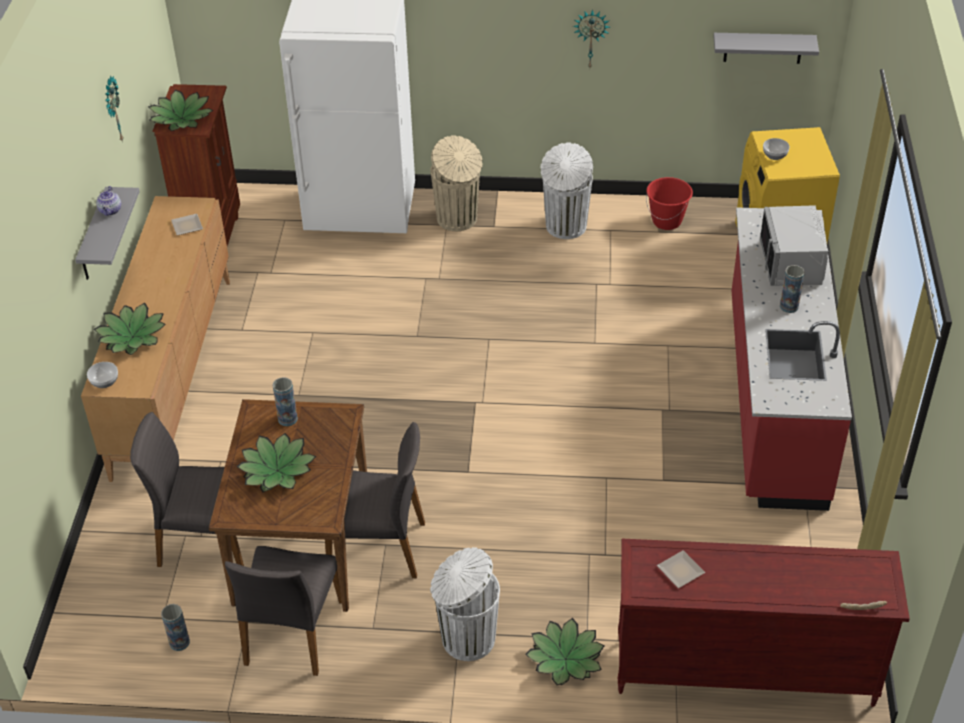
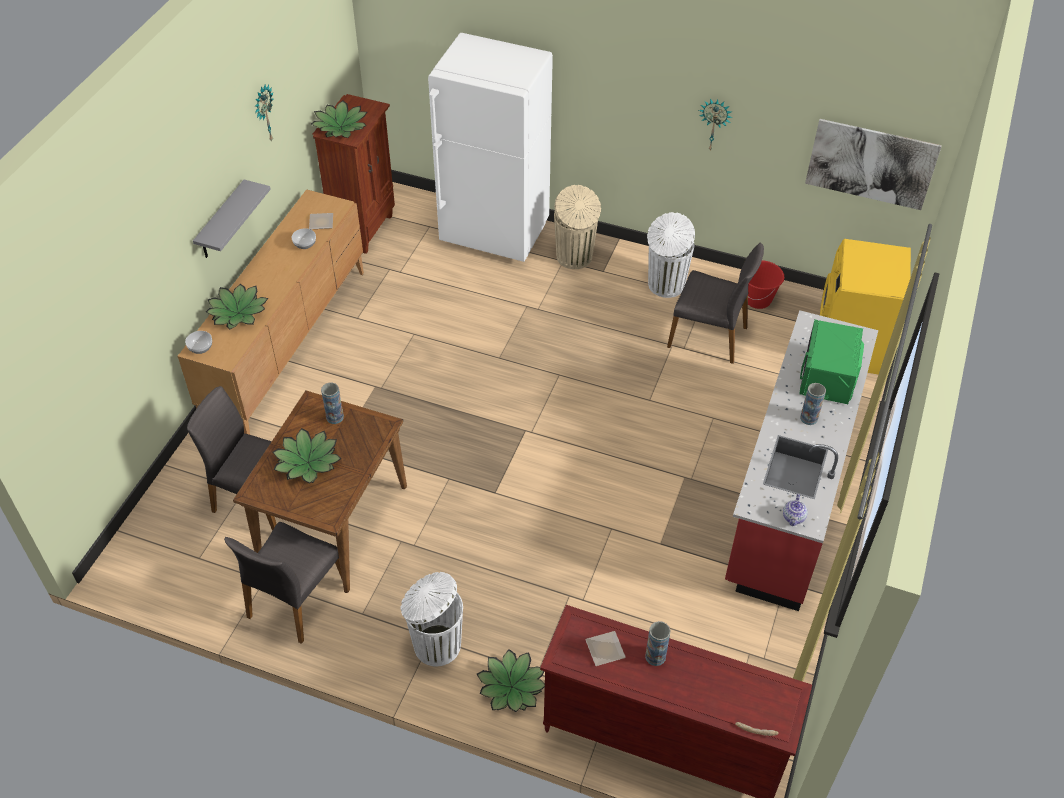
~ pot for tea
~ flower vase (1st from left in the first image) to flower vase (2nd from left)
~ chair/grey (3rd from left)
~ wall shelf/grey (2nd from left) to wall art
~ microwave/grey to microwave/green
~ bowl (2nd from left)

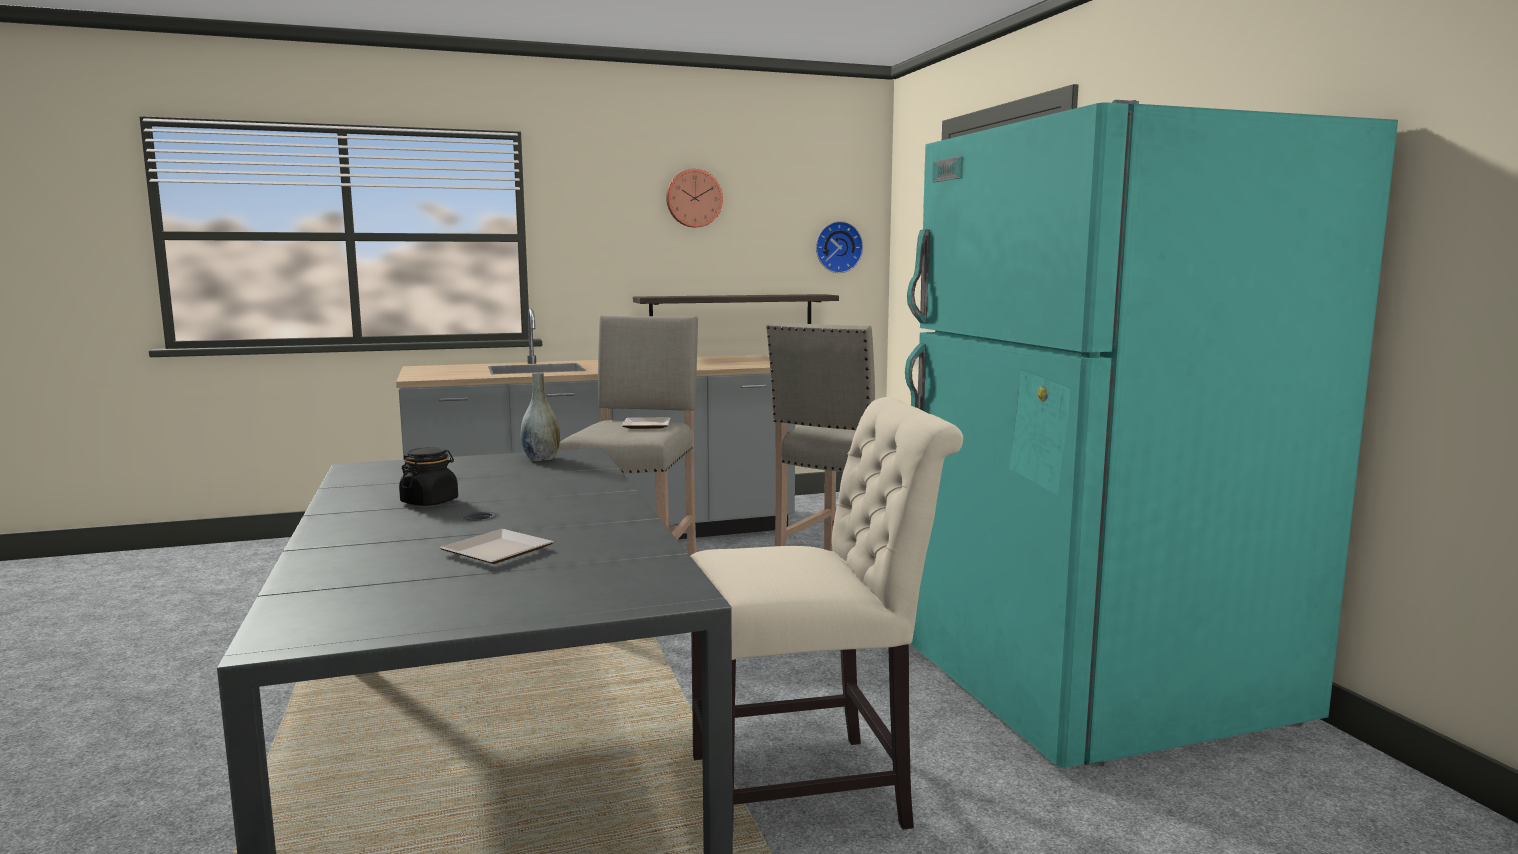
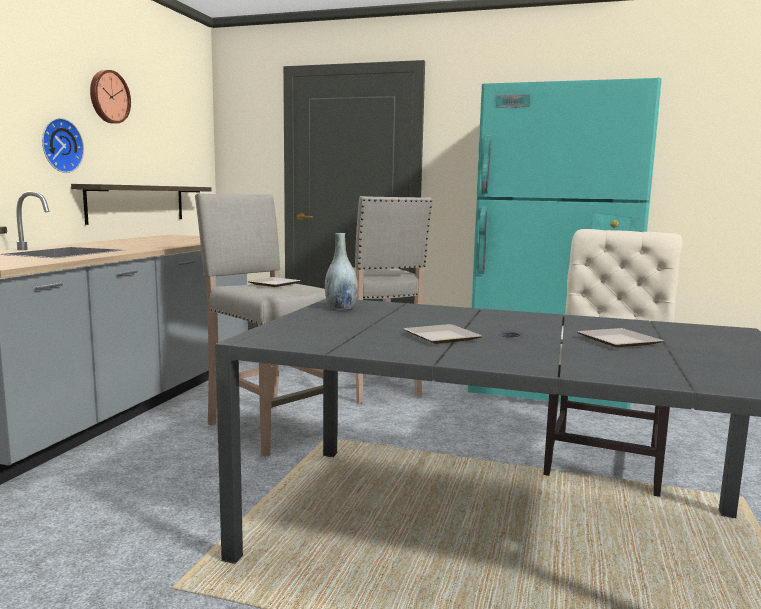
~ preserve jar/black to flat dish (2nd from left)
~ wall clock (2nd from left in the first image) to wall clock (1st from left)

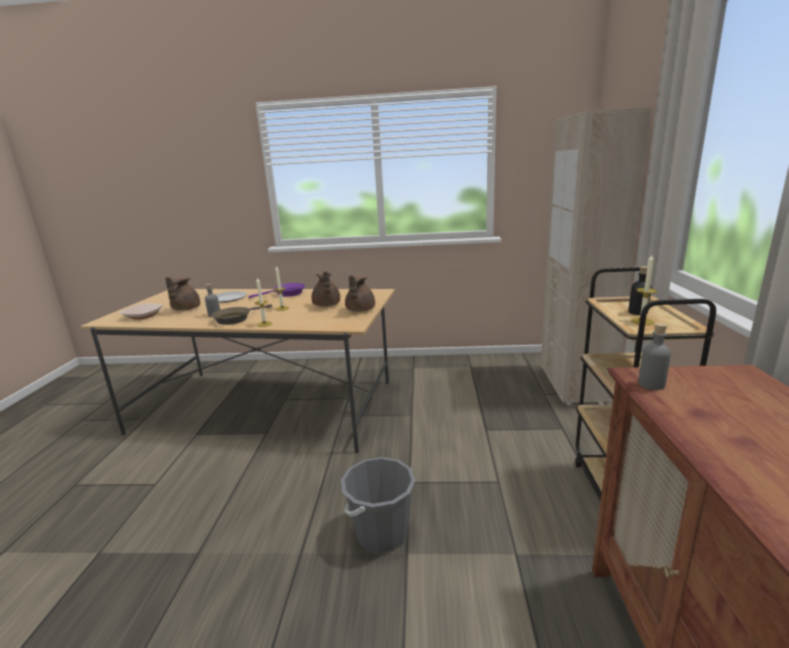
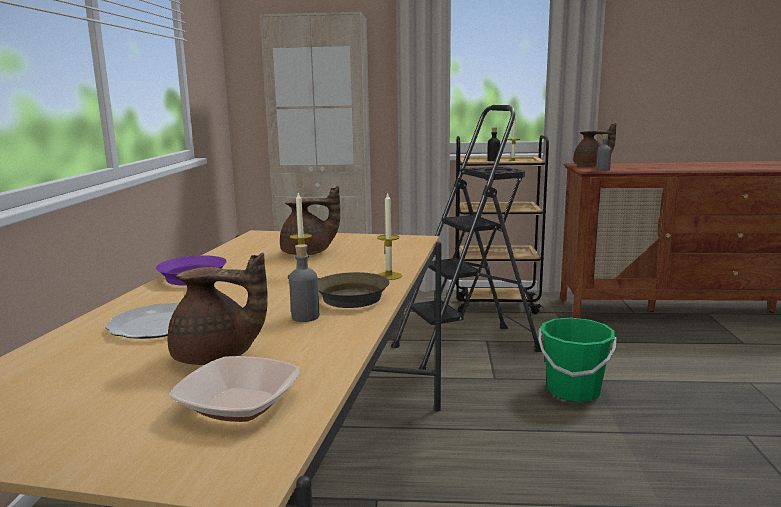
~ pail/grey to pail/green
~ pot for tea/brown (3rd from left)
+ step ladder

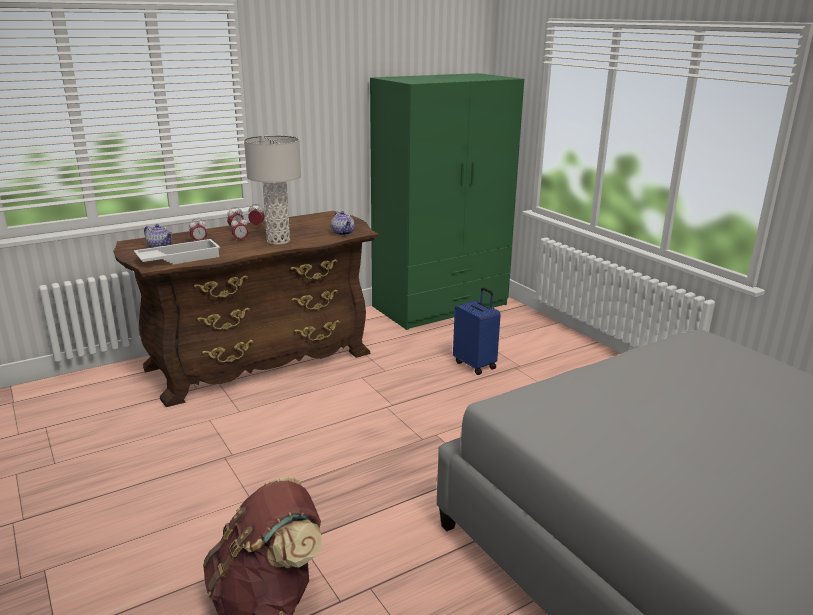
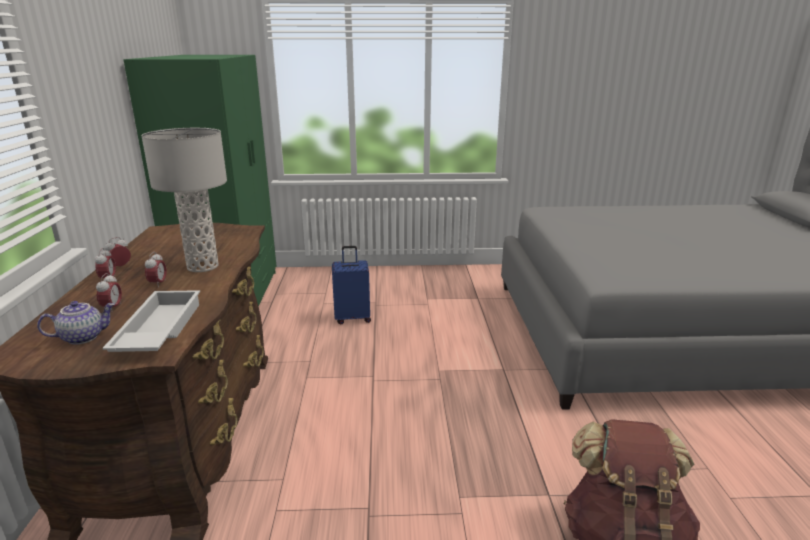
- pot for tea (2nd from left)

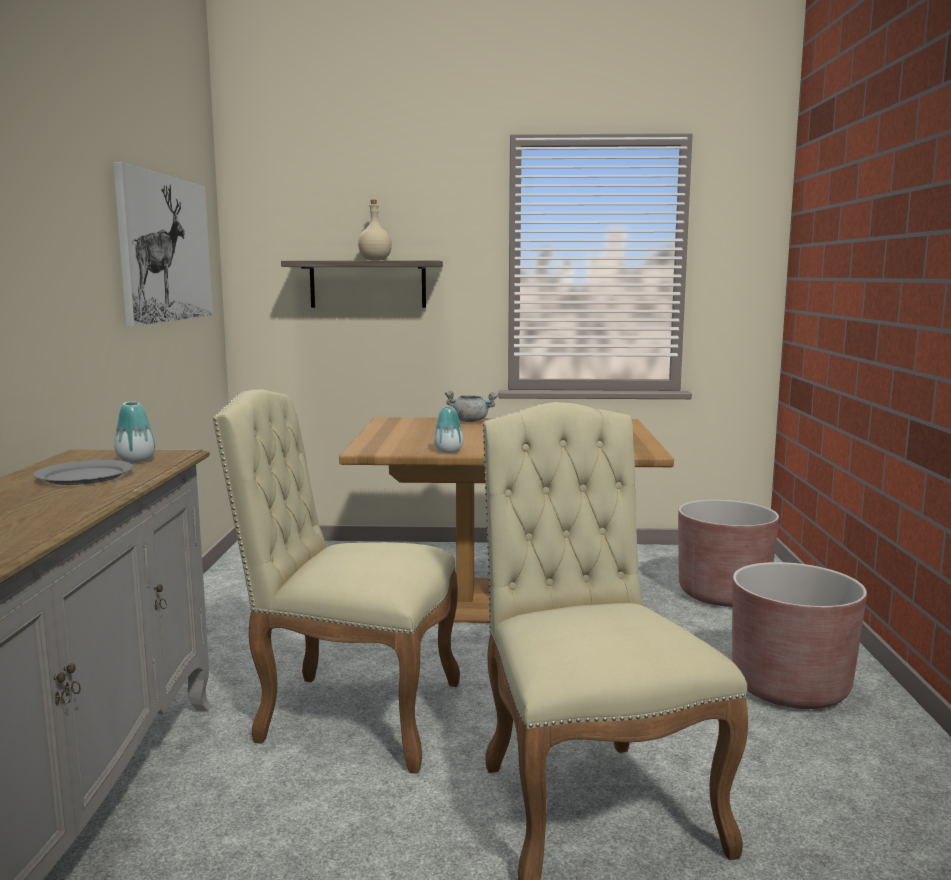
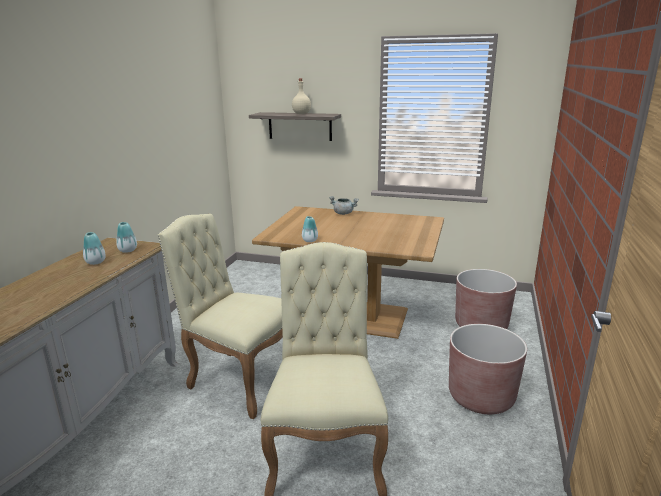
~ flat dish/grey to flower vase (1st from left)
- wall art

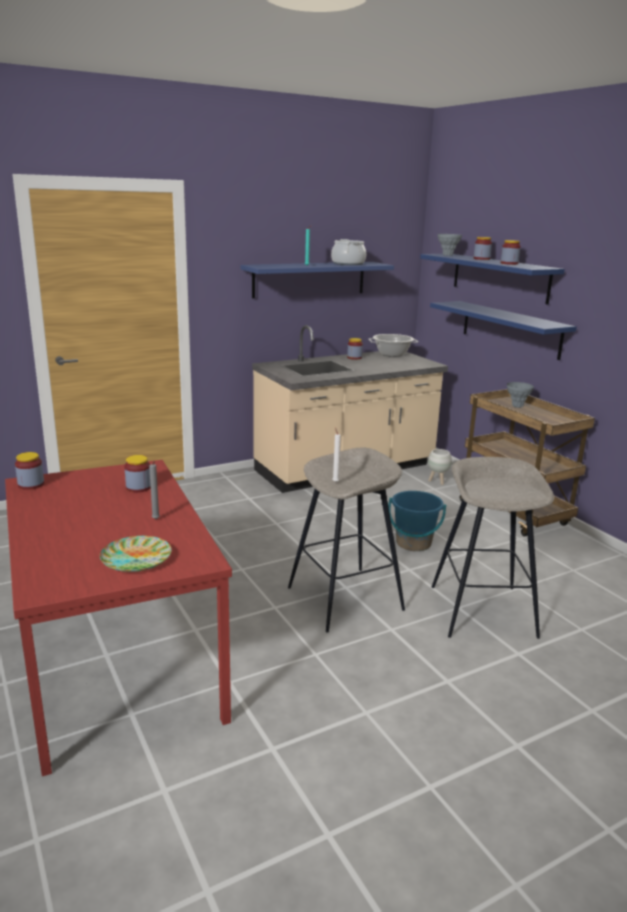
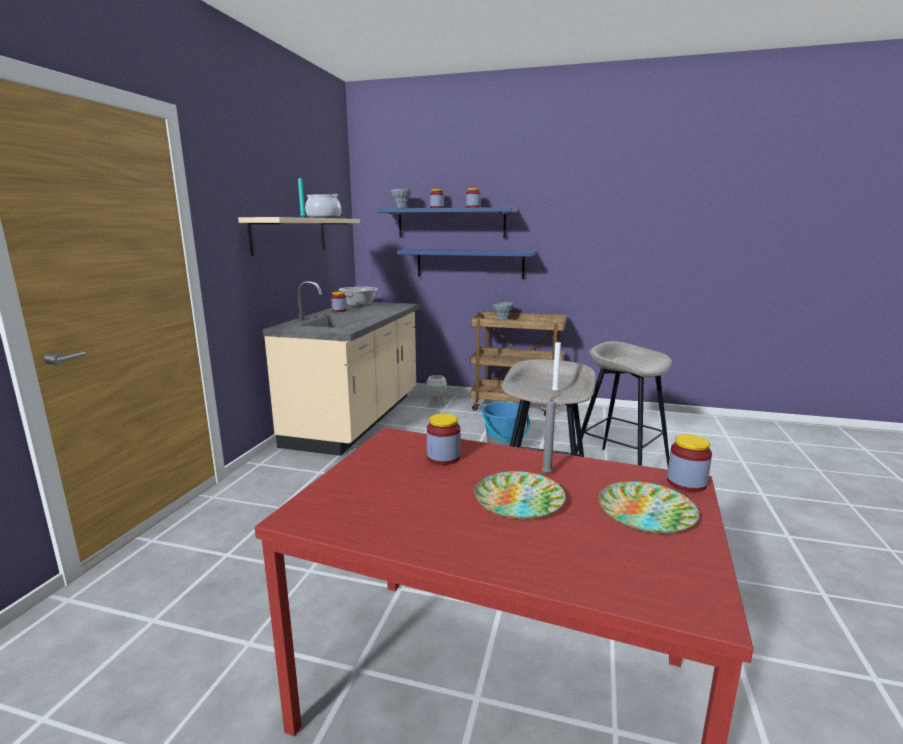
~ preserve jar (1st from left in the first image) to preserve jar (5th from left)
~ wall shelf/blue-coloured (1st from left) to wall shelf/beige-coloured
+ flat dish (1st from left)

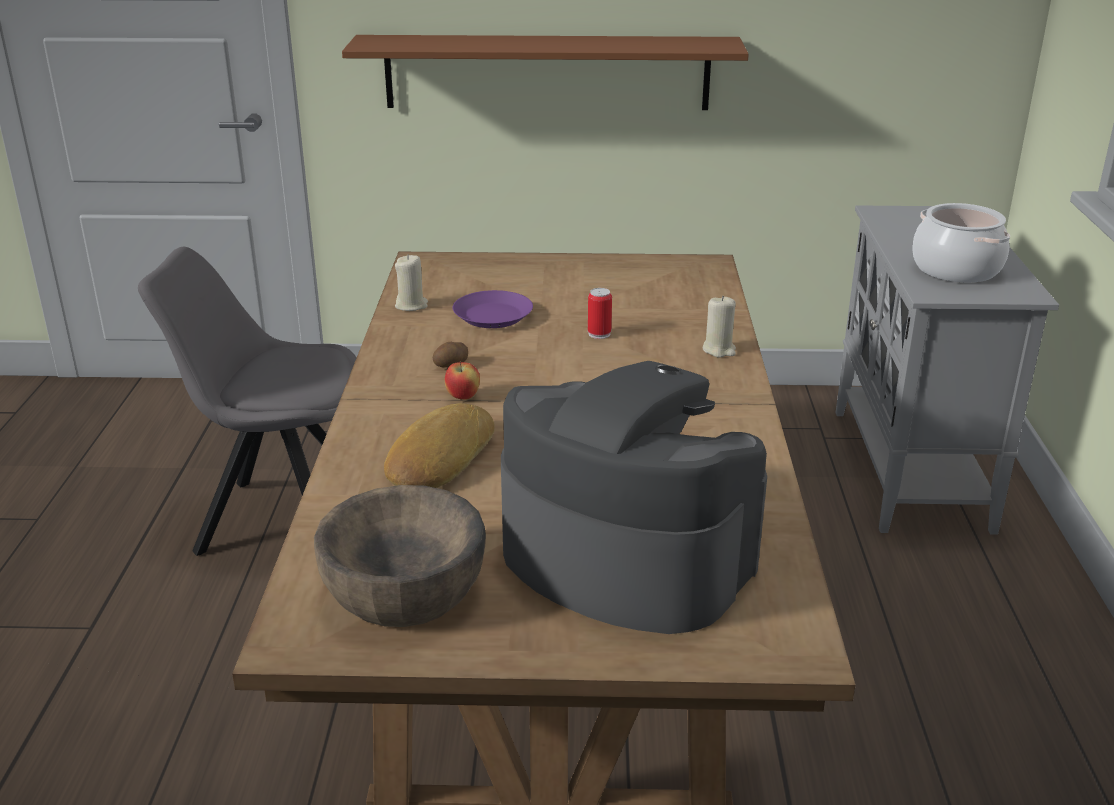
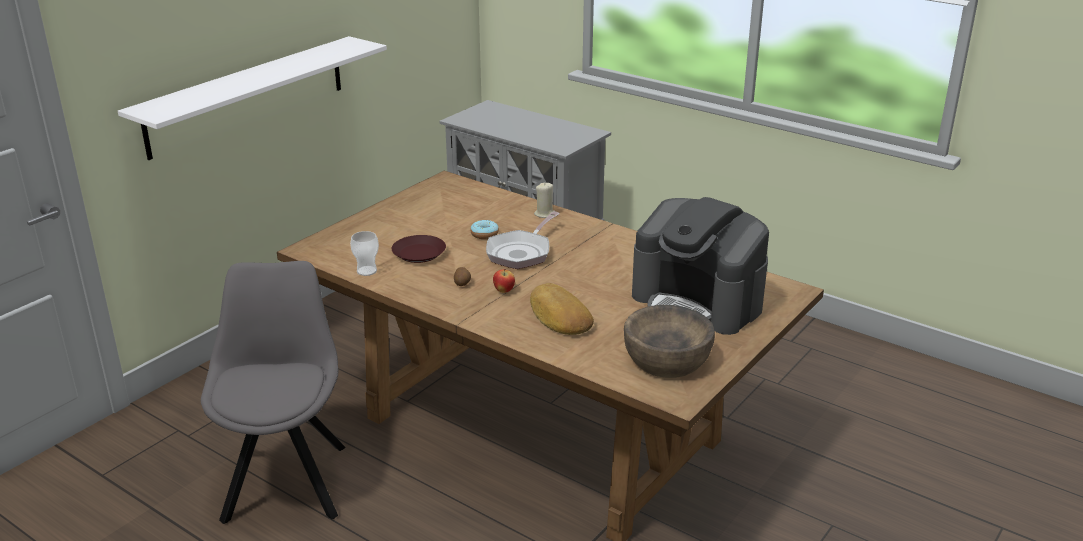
~ chair/grey 135 degrees clockwise
~ wall shelf/brown to wall shelf/whitish
~ wax candle/beige-coloured (1st from left) to drinking cup
~ flat dish/purple-coloured to flat dish/brown
~ coffee brewer 120 degrees counterclockwise
~ can to donut
- cooking pot
+ pan

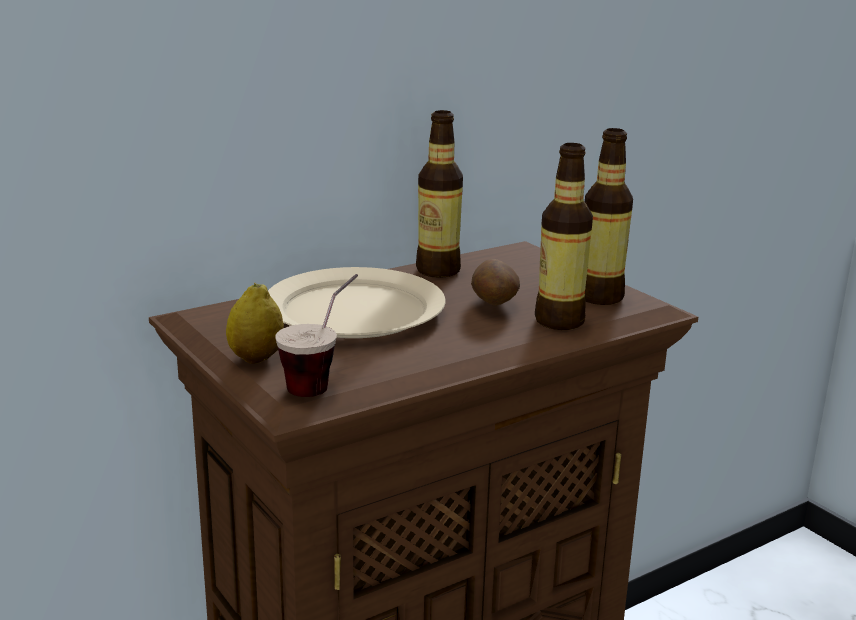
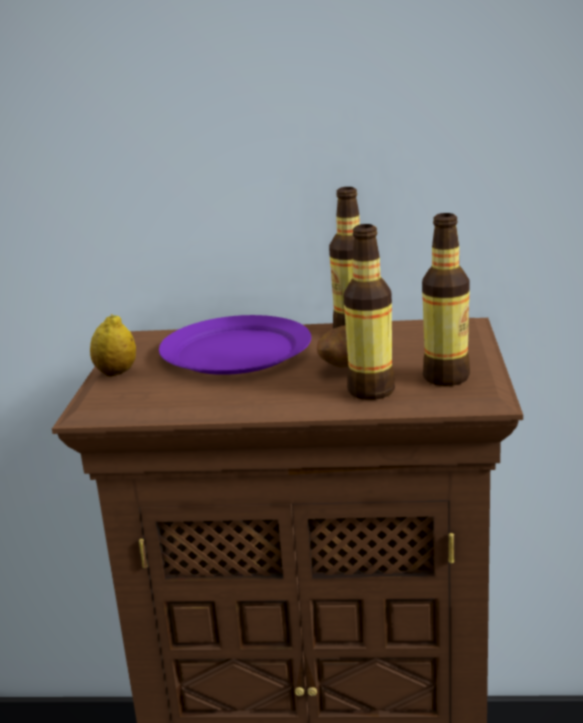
~ flat dish/beige-coloured to flat dish/purple-coloured
- drinking cup

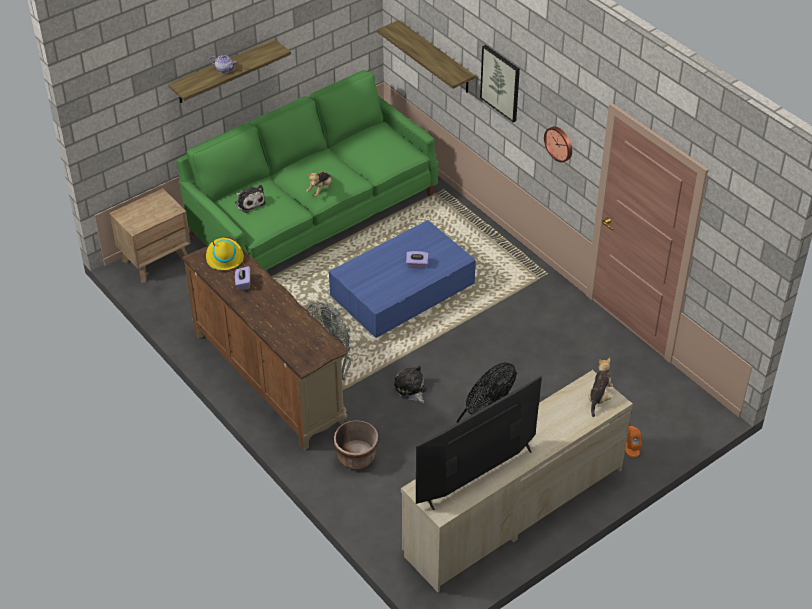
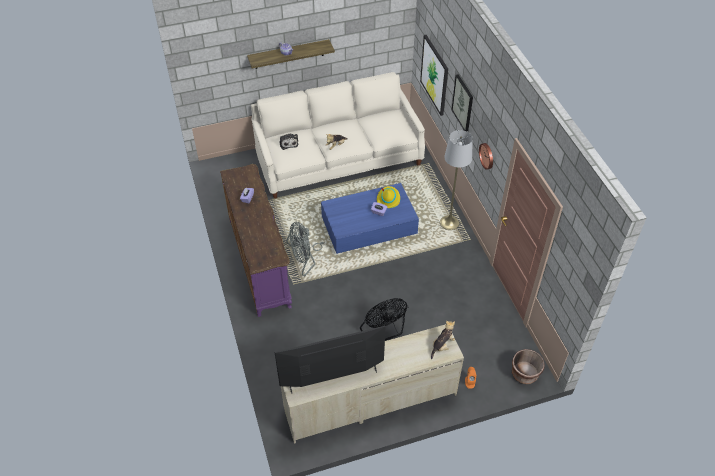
- night table/brown
~ sofa/green to sofa/beige-coloured
~ storage cabinet/beige-coloured to storage cabinet/purple-coloured
~ clothing hat/yellow
~ planter/brown
~ wall shelf (2nd from left) to wall art (1st from left)
- soft toy (3rd from left)
+ floor lamp/grey

